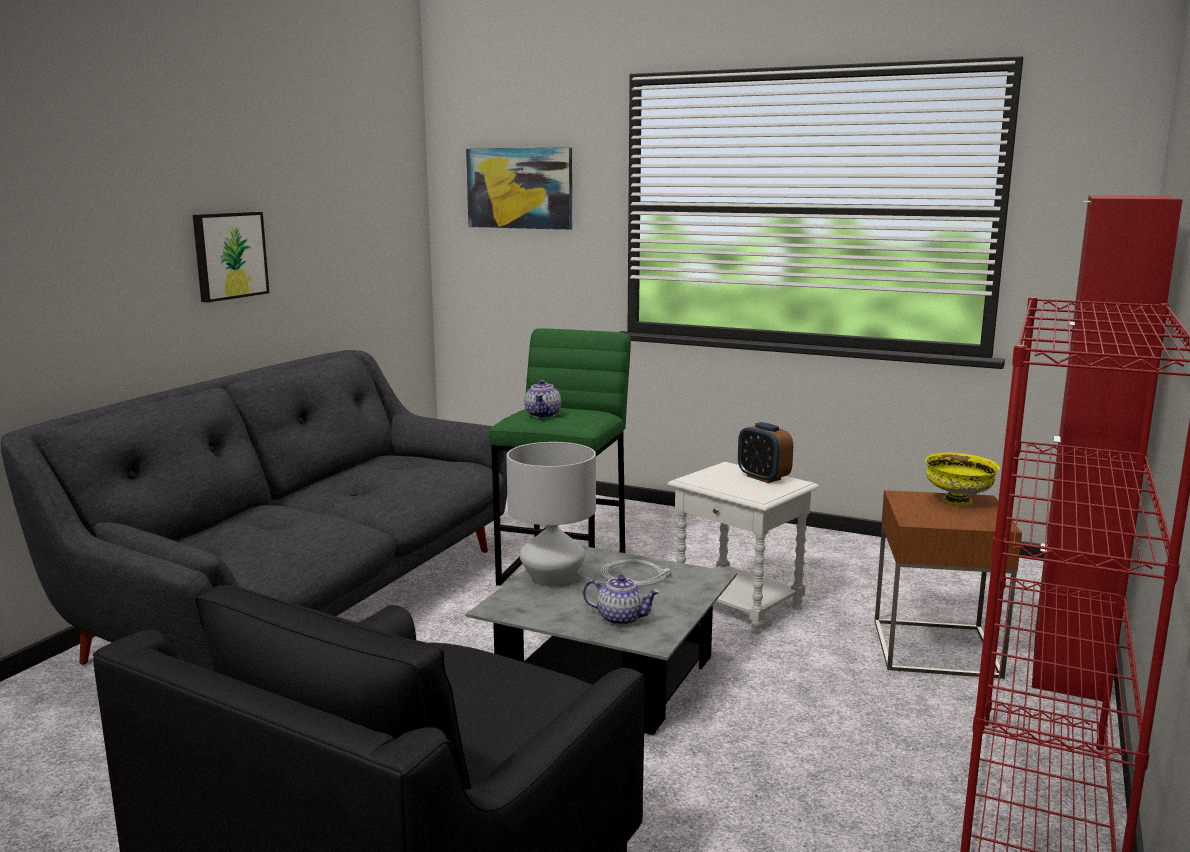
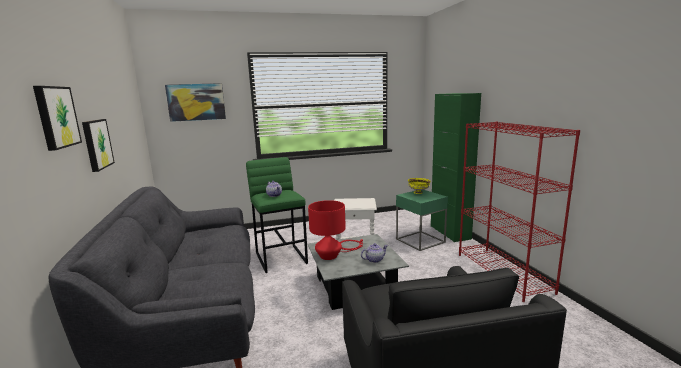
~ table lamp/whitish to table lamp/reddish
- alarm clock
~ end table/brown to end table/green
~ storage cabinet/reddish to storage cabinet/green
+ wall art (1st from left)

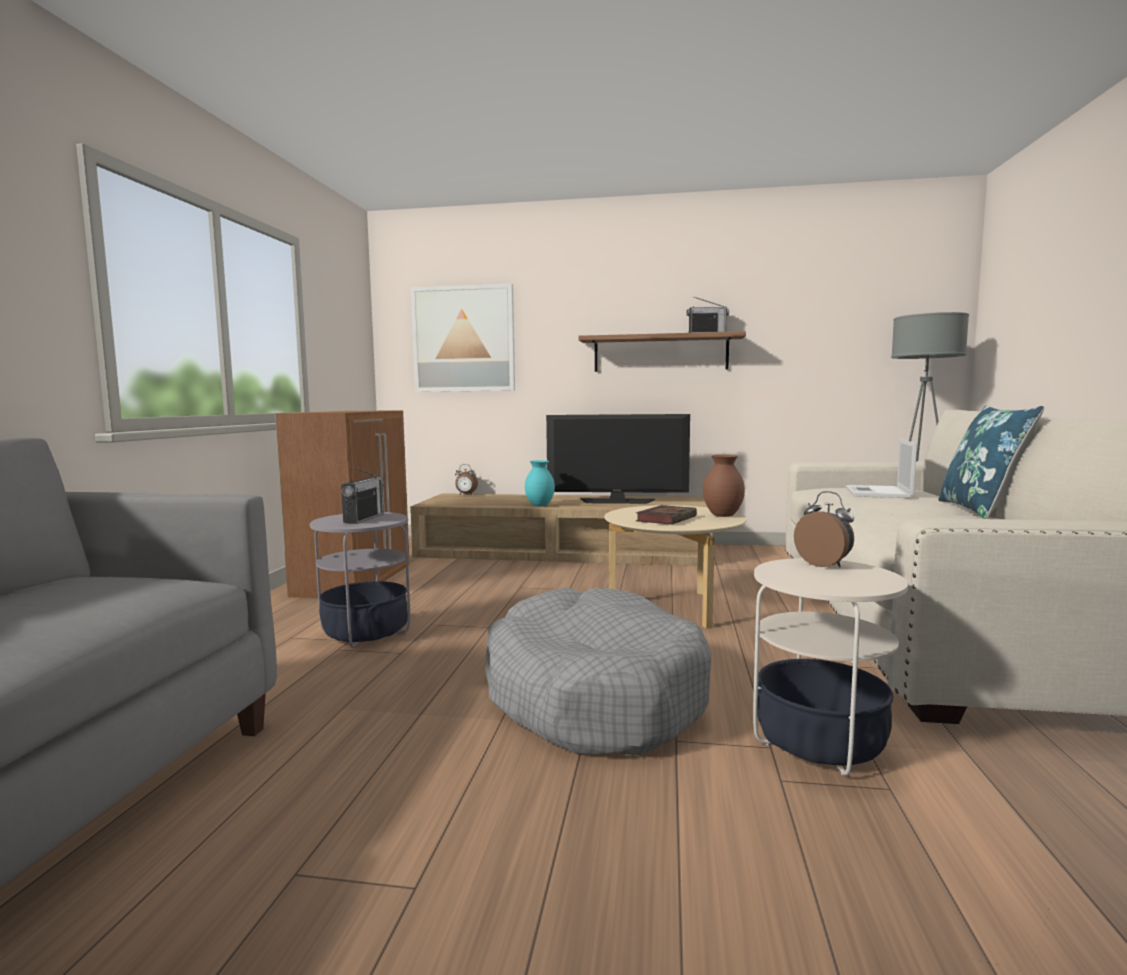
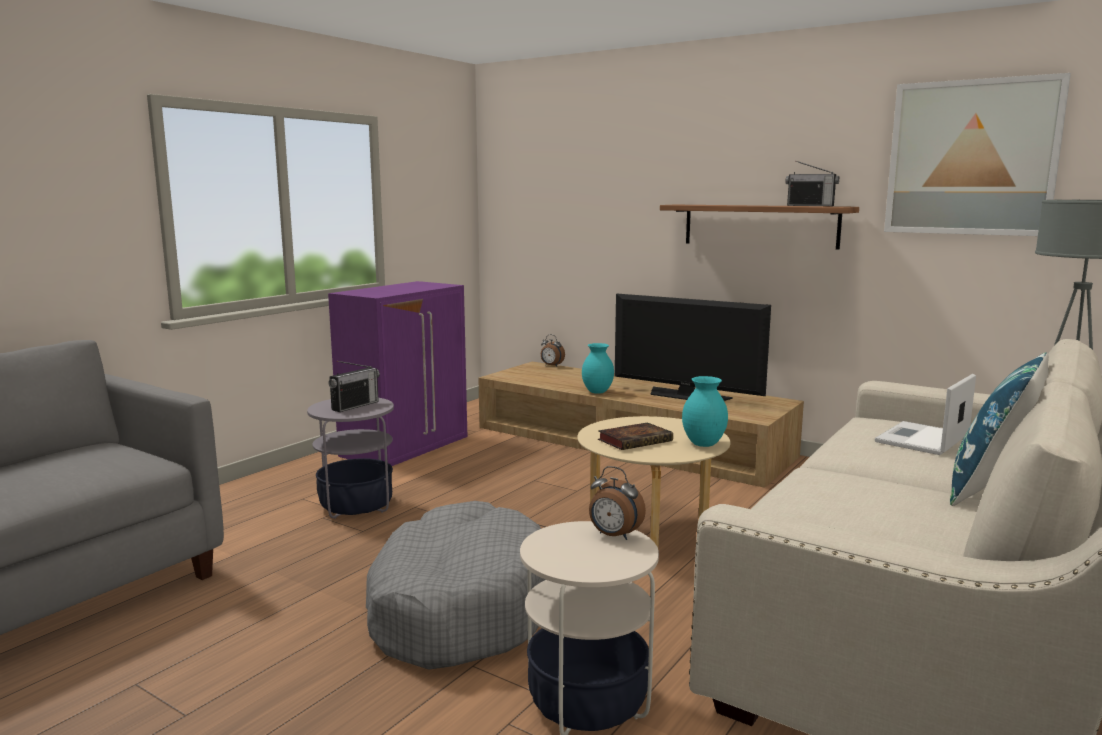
~ storage cabinet/brown to storage cabinet/purple-coloured
~ wall art
~ flower vase/brown to flower vase/turquoise (2nd from left)
~ alarm clock (2nd from left) 135 degrees clockwise

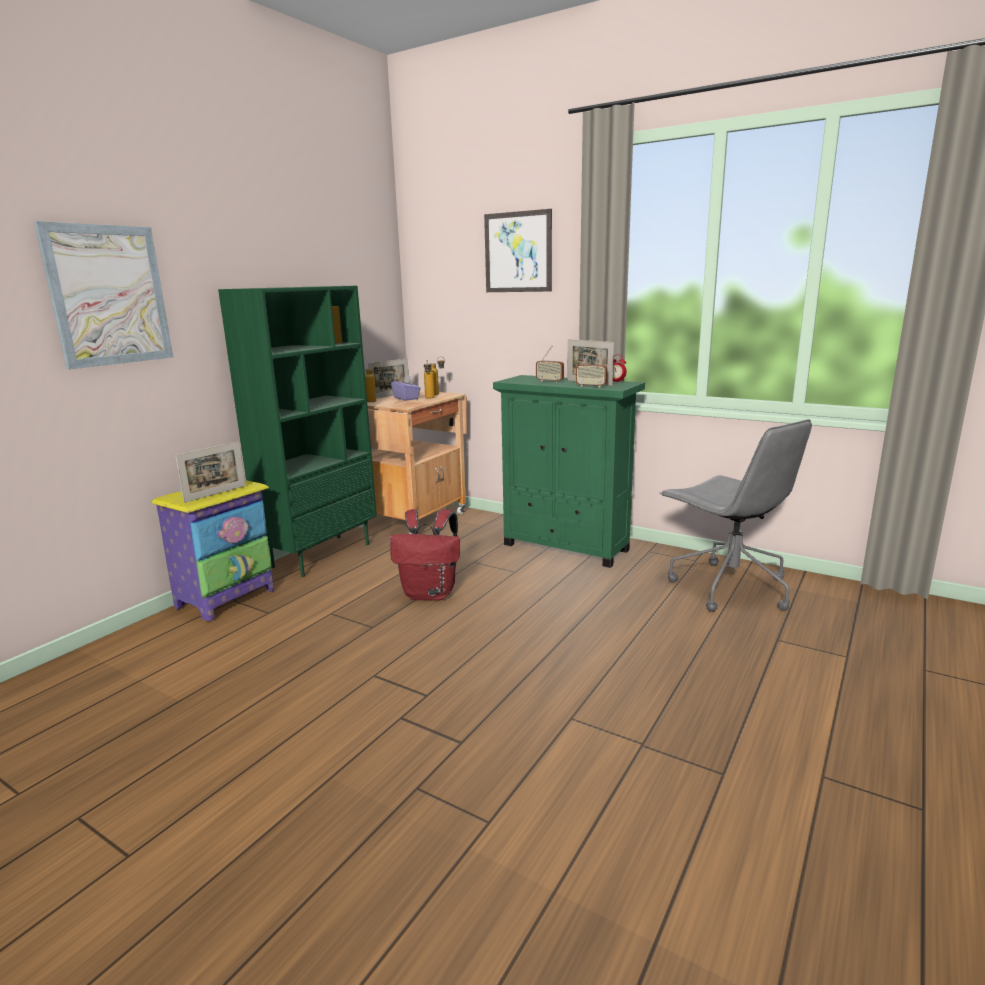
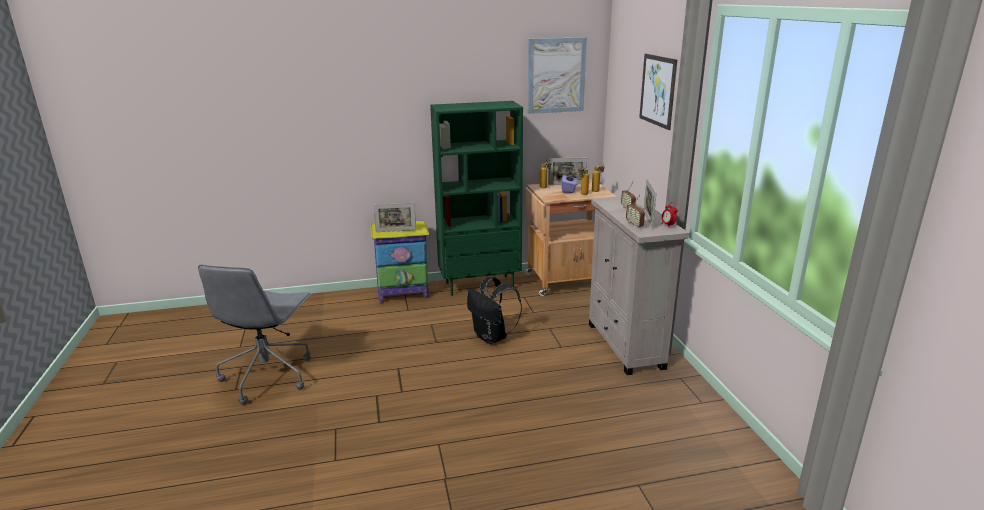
~ wall art (1st from left)
~ rucksack/reddish to rucksack/black
~ storage cabinet/green to storage cabinet/beige-coloured
~ desk chair/grey

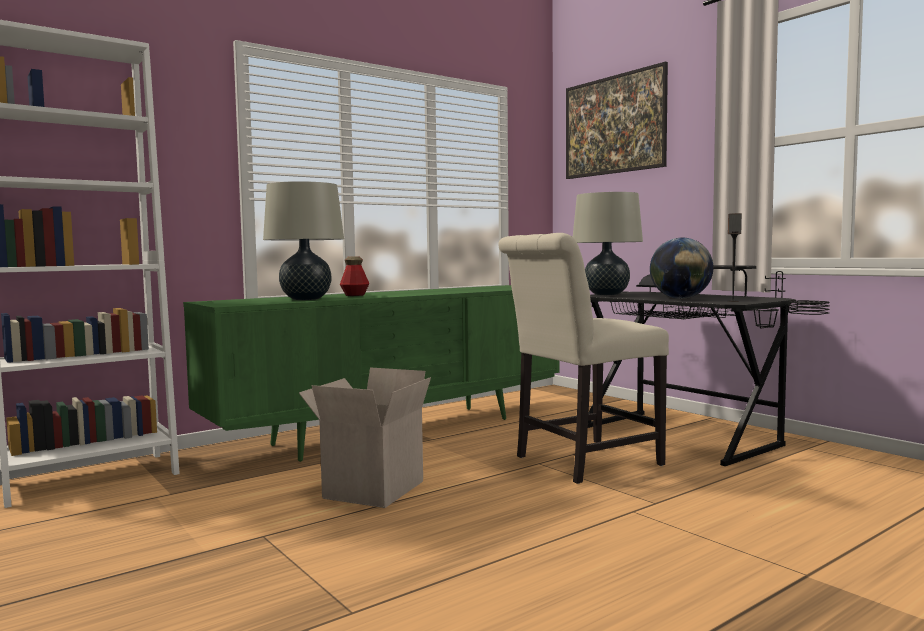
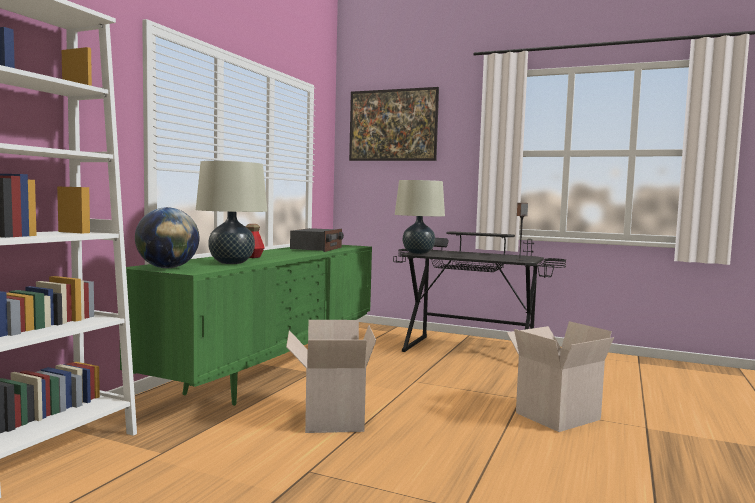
- chair/beige-coloured
~ world globe
+ radio
+ cardboard box (2nd from left)

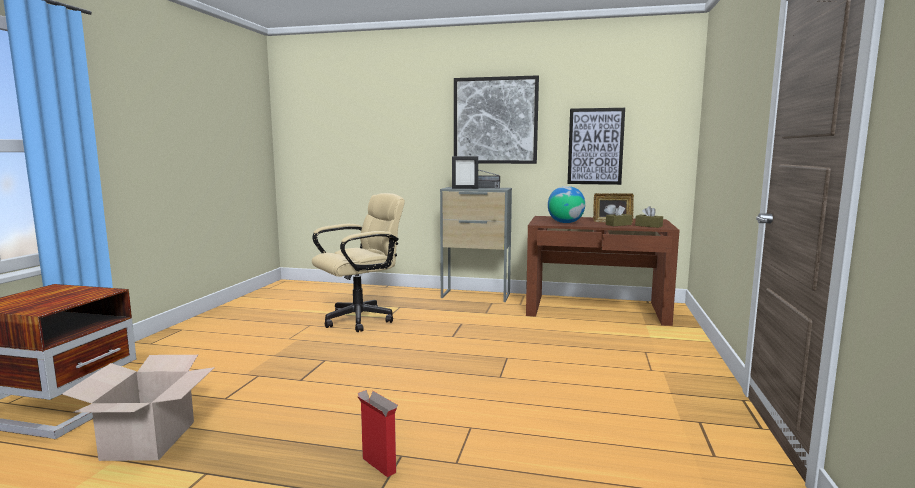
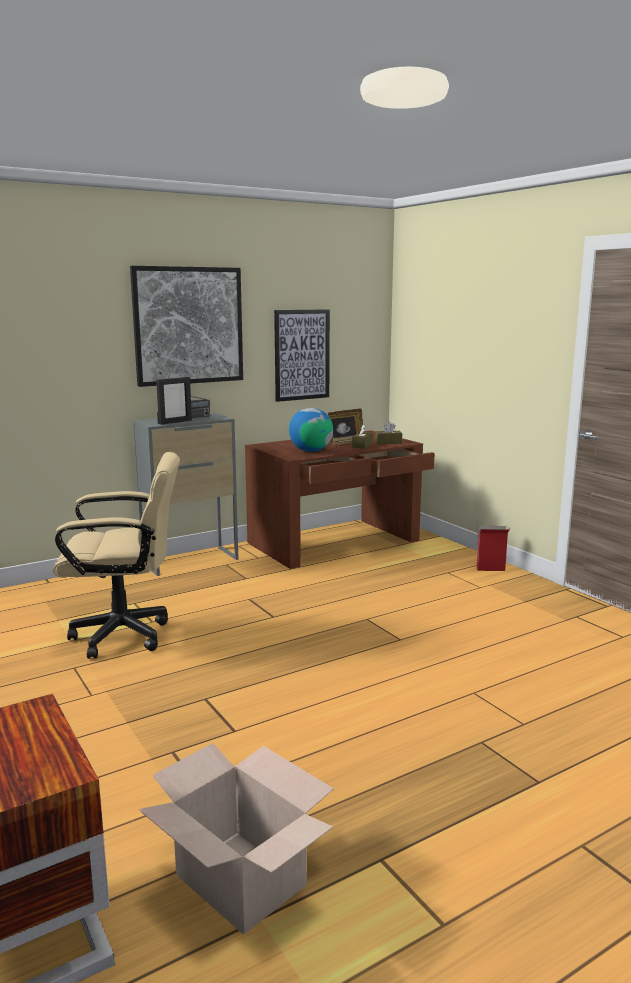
~ desk chair/beige-coloured 75 degrees clockwise
~ cardboard box (2nd from left)

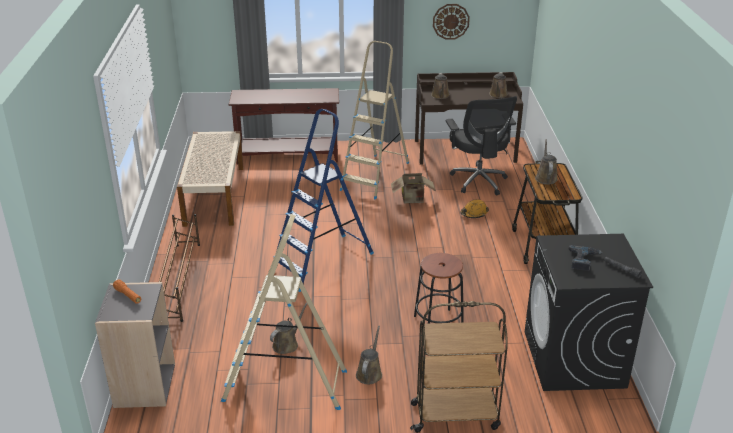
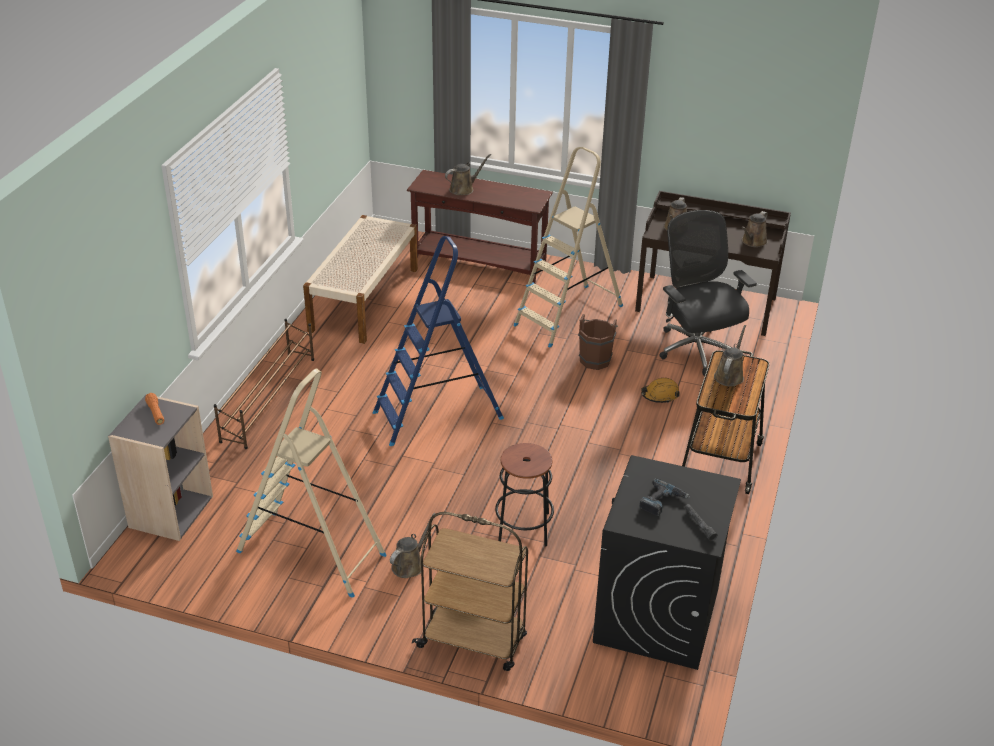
~ watering pot/brown (1st from left in the first image) to watering pot/brown (2nd from left)
~ cardboard box to pail/brown
- wall clock
~ desk chair 150 degrees clockwise

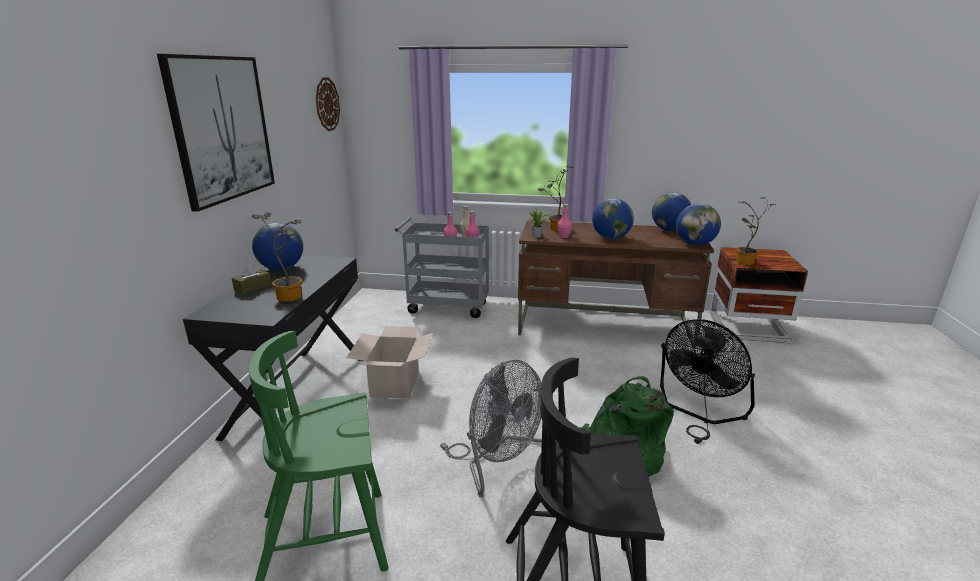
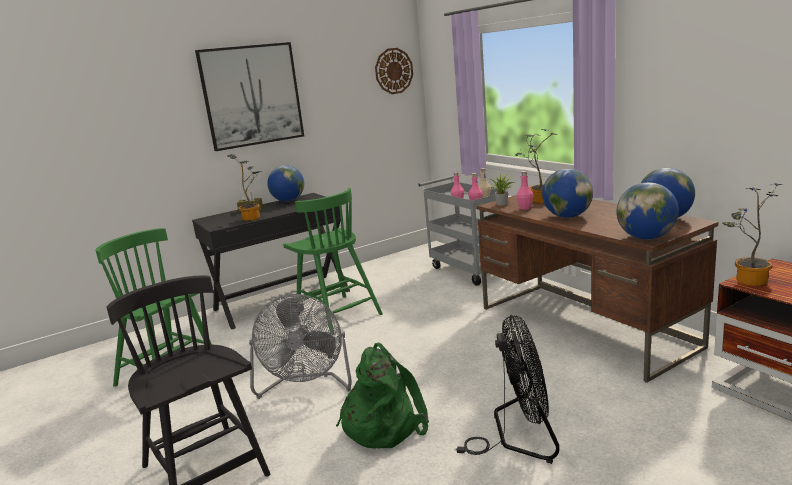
~ cardboard box to chair/green (2nd from left)

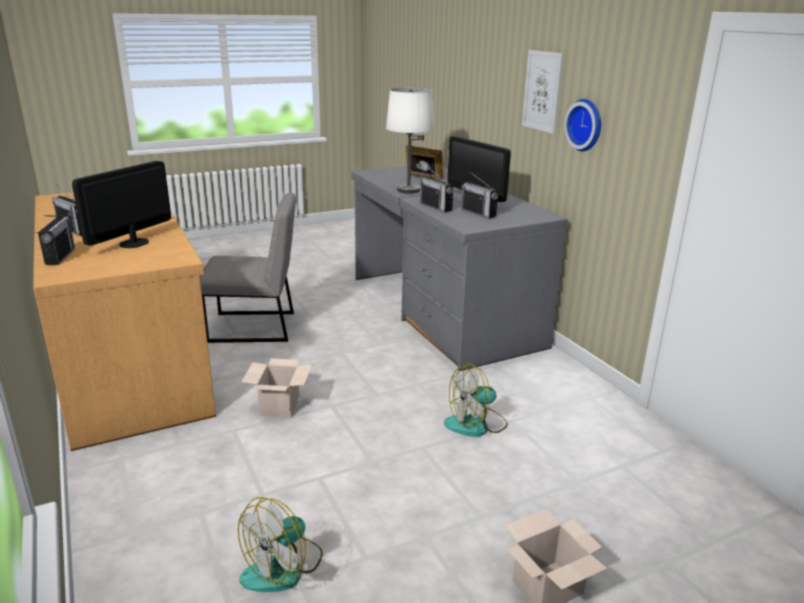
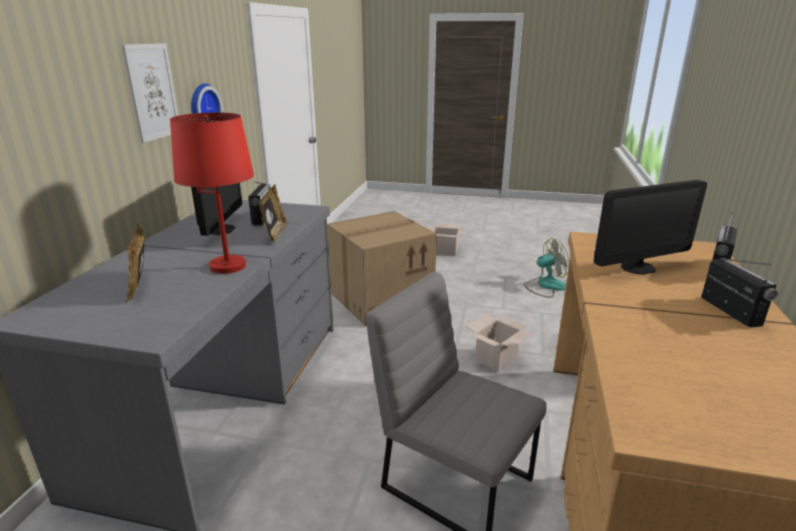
~ table lamp/whitish to table lamp/reddish
~ radio (3rd from left) to standing frame (2nd from left)
~ fan (2nd from left) to cardboard box (1st from left)

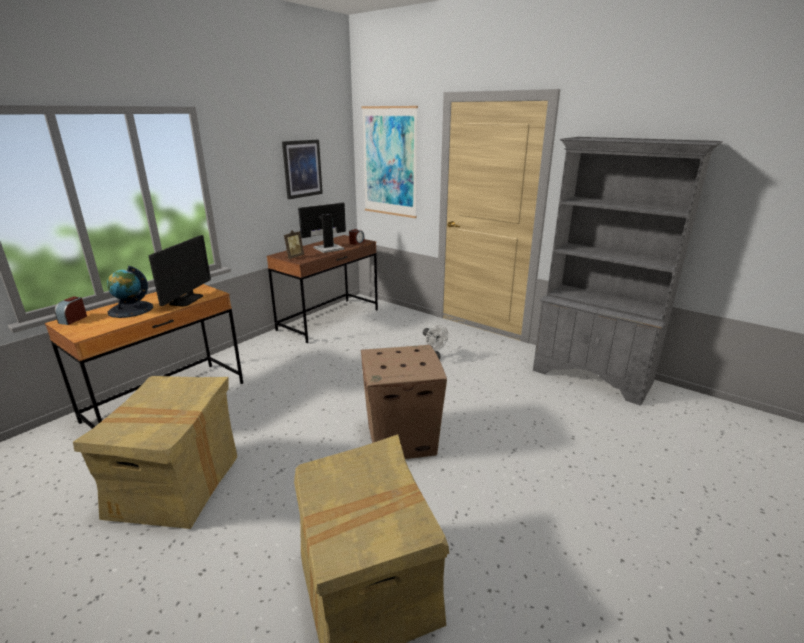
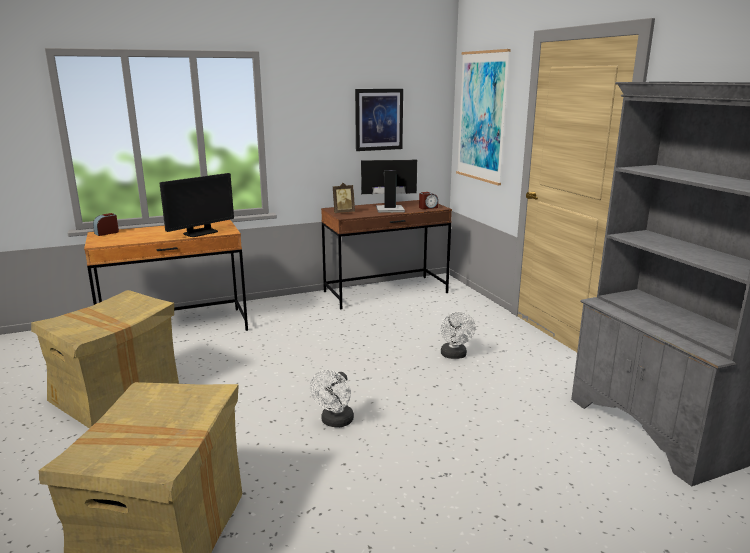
- world globe
~ cardboard box (3rd from left) to fan/whitish (1st from left)

